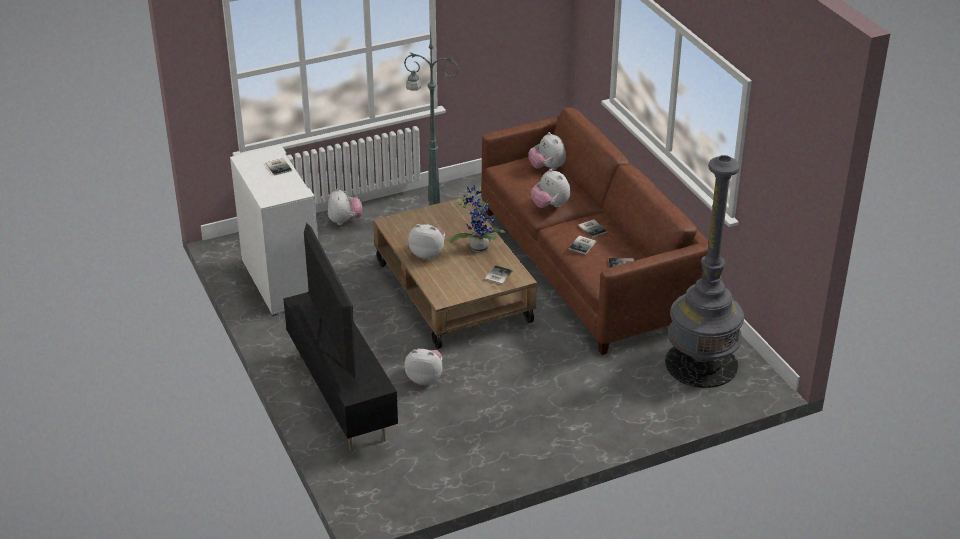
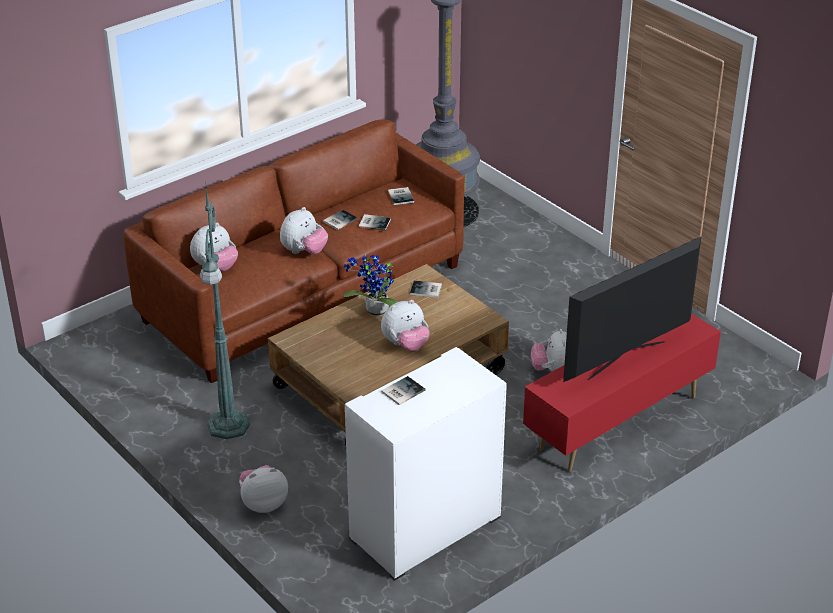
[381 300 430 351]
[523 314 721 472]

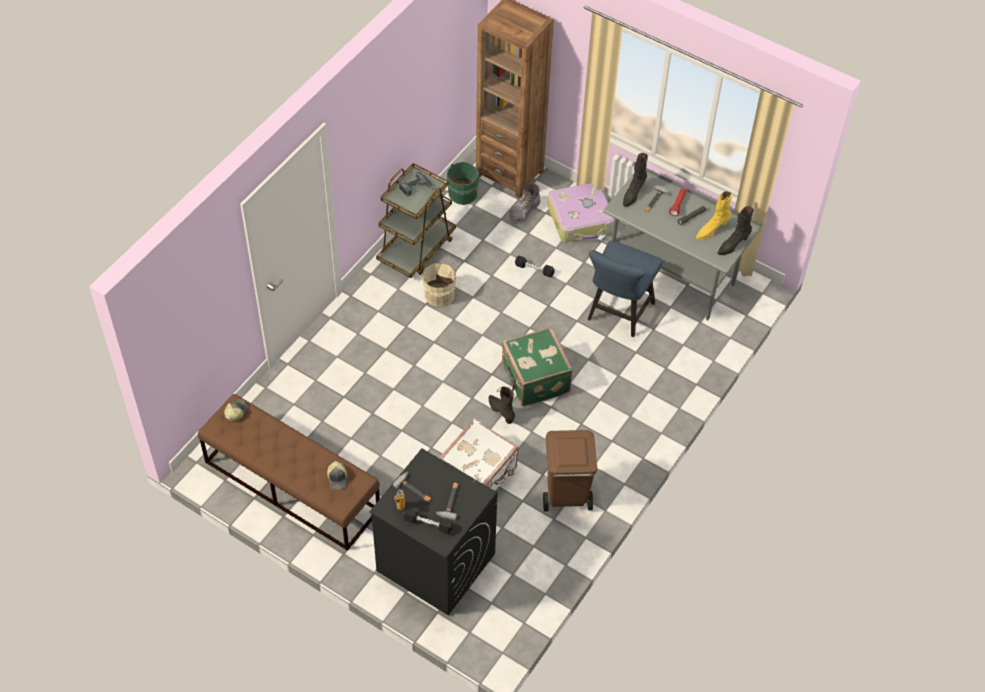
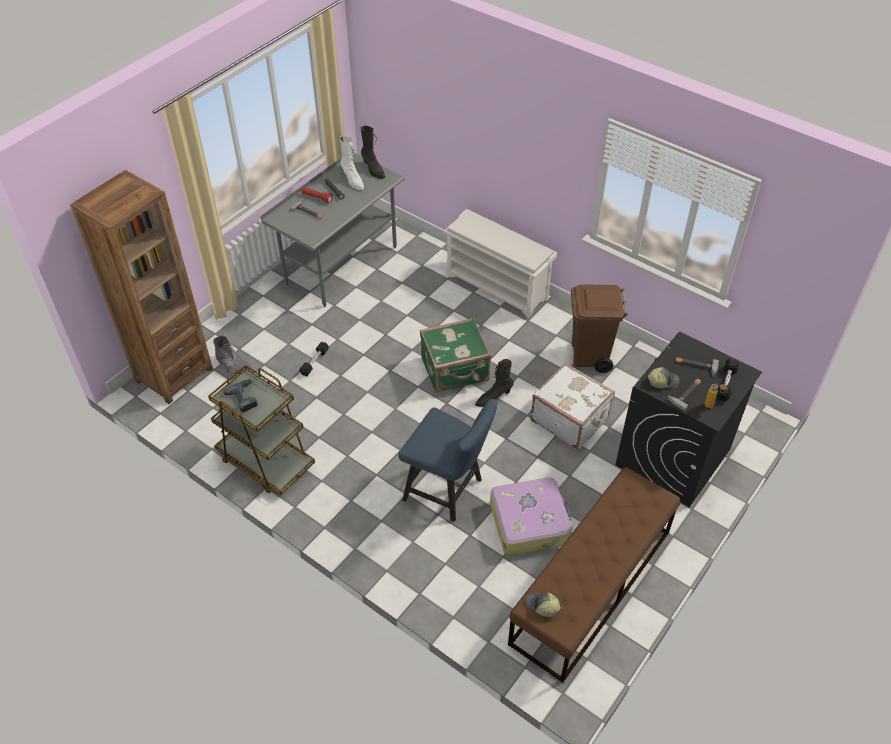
[623 153 648 207] (first image)
[447 162 482 205] (first image)
[490 477 573 556]
[340 136 364 190]
[398 399 498 522]
[420 263 457 307] (first image)
[648 367 680 388]
[444 209 557 318]

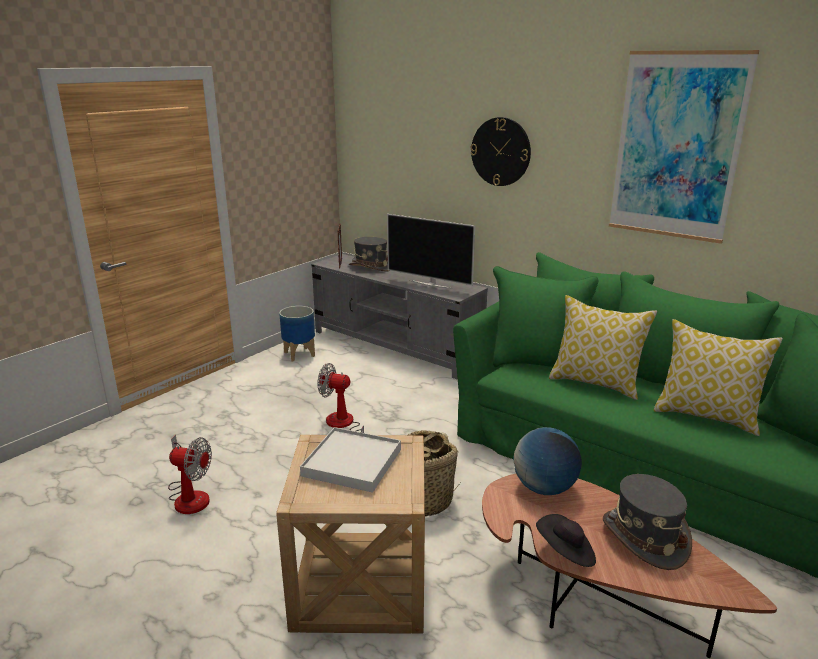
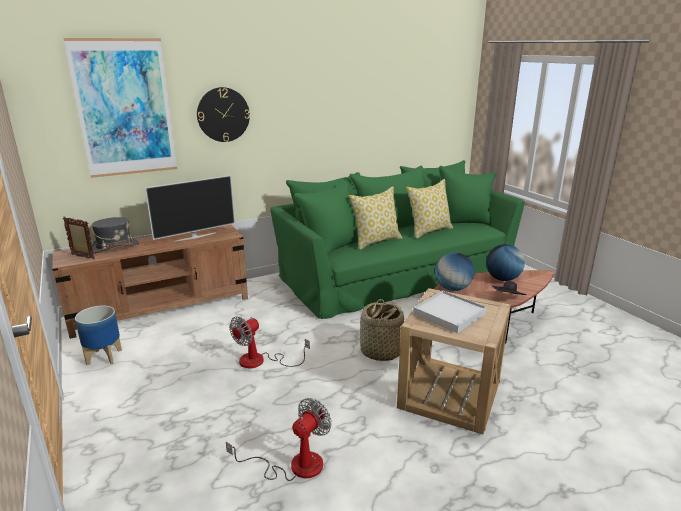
[63 38 177 178]
[52 224 248 339]
[486 244 525 281]

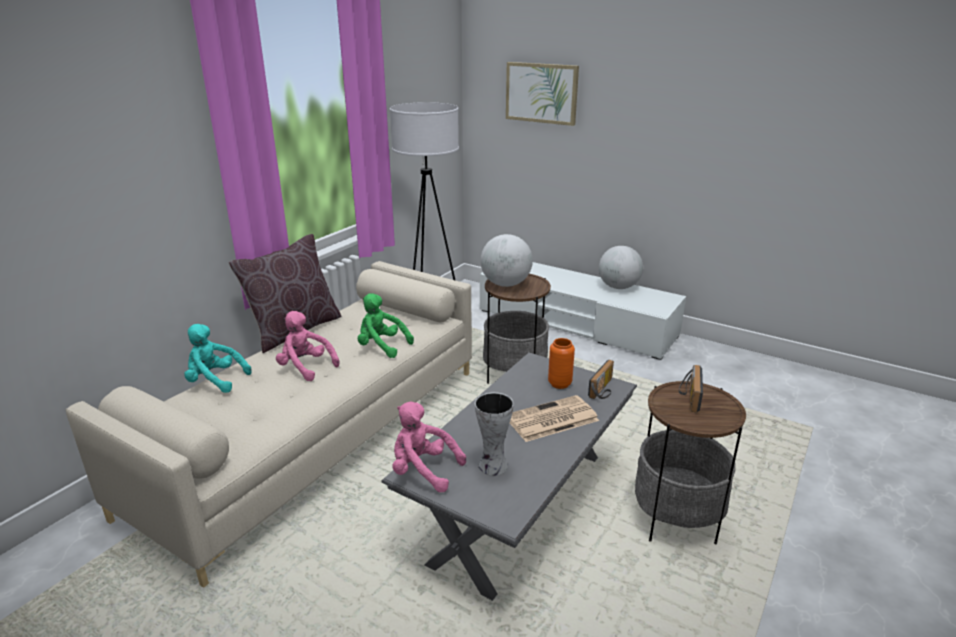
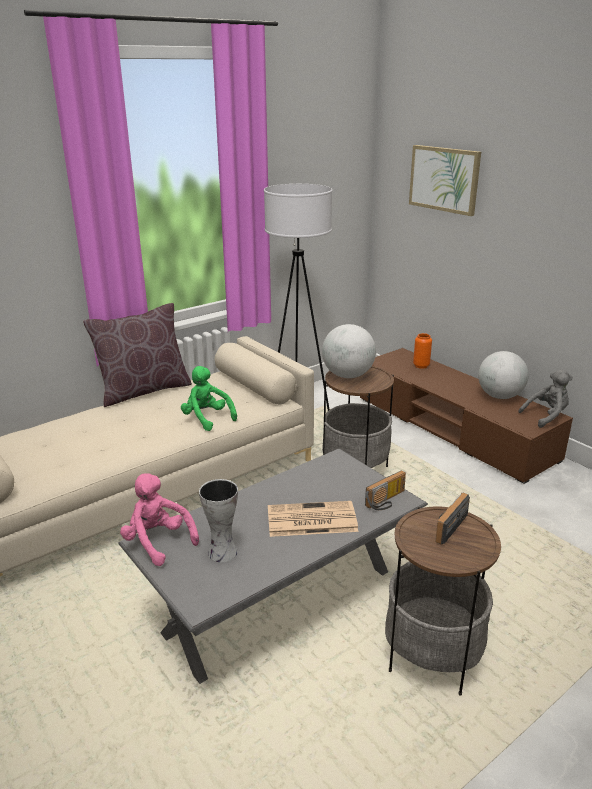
[360 348 573 484]
[276 311 340 381] (first image)
[184 324 252 393] (first image)
[413 333 432 369]
[518 369 573 428]

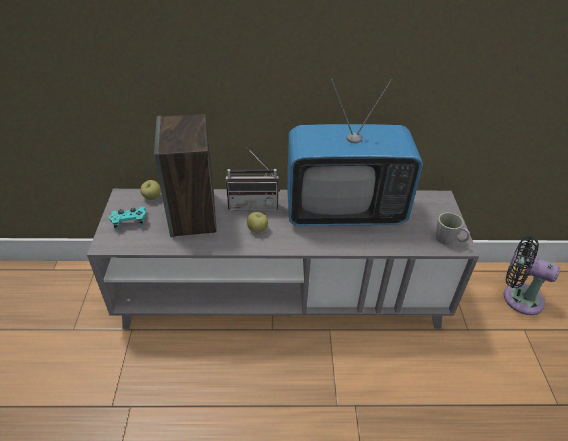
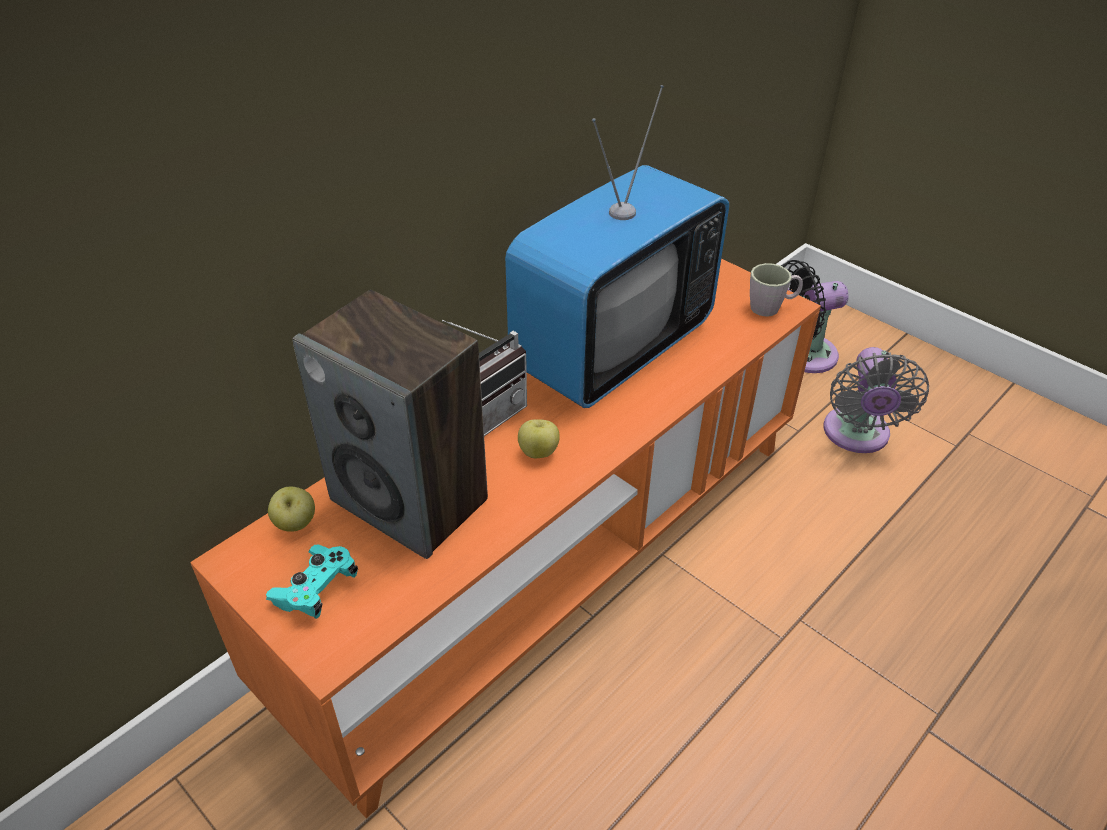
[190 259 821 818]
[823 347 929 453]

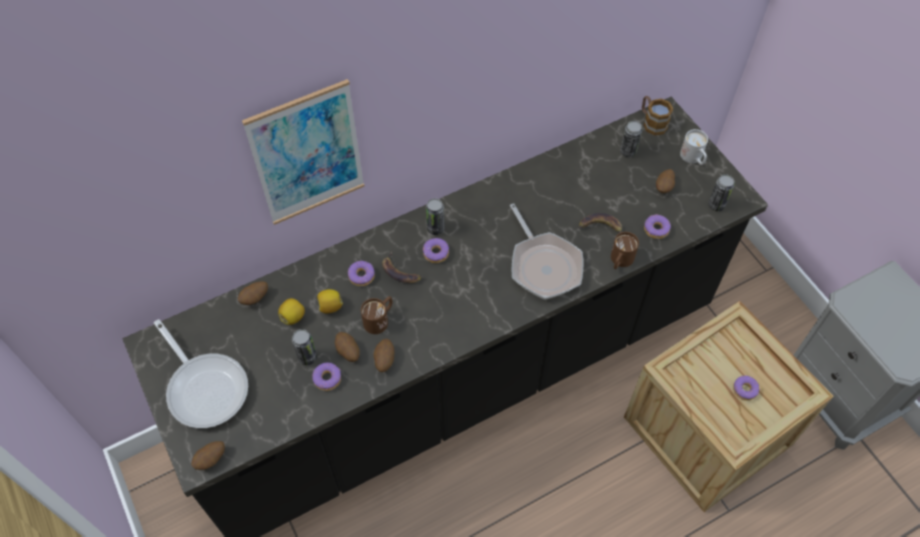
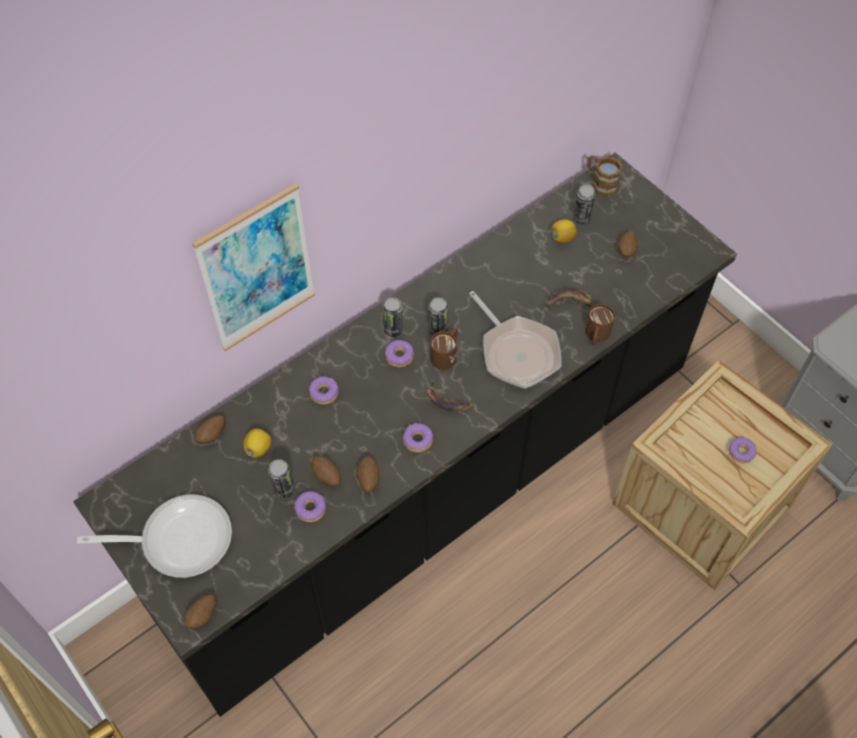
[680 129 708 165] (first image)
[428 297 448 335]
[403 423 433 452]
[426 380 474 411]
[552 219 577 243]
[430 328 458 370]
[77 495 232 578]

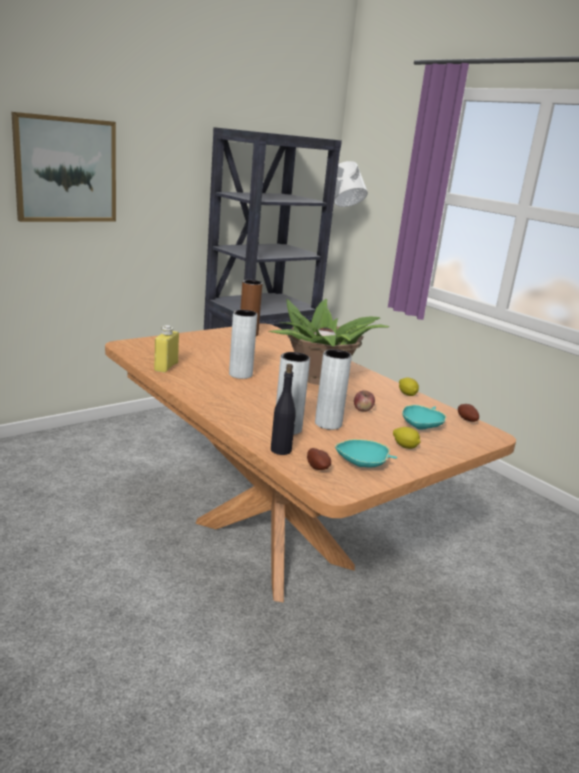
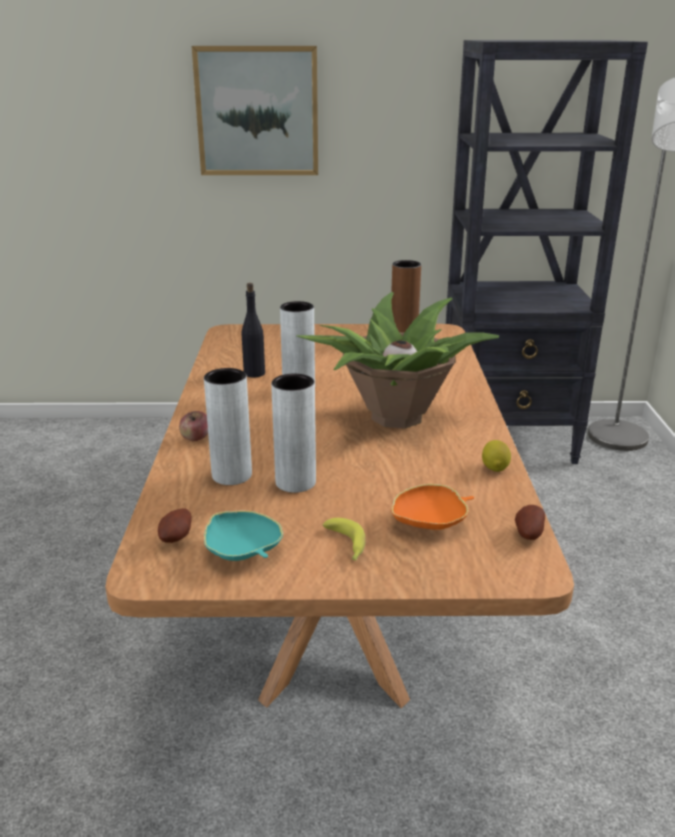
[154 325 179 373] (first image)
[242 283 265 378]
[179 411 208 441]
[391 484 474 530]
[323 518 366 561]

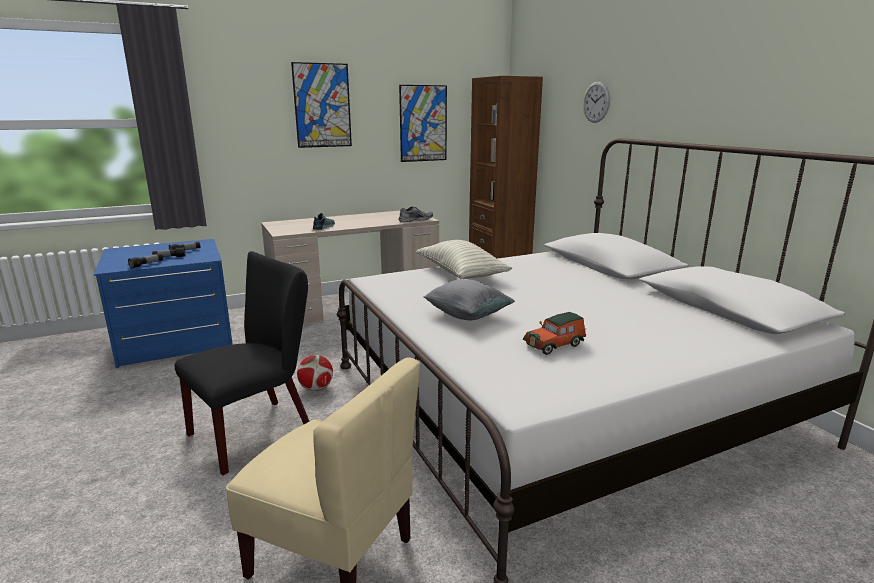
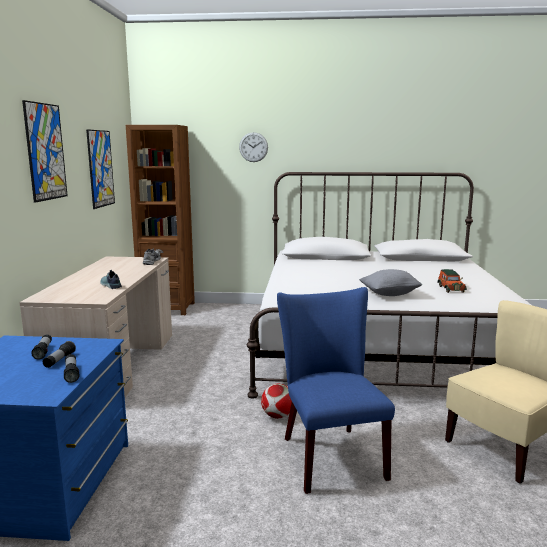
[416 240 512 279] (first image)
[277 287 395 494]

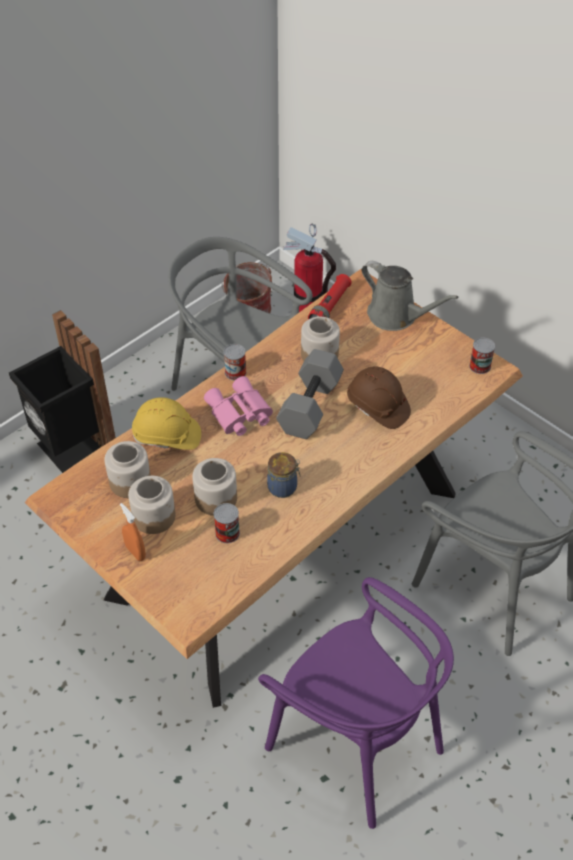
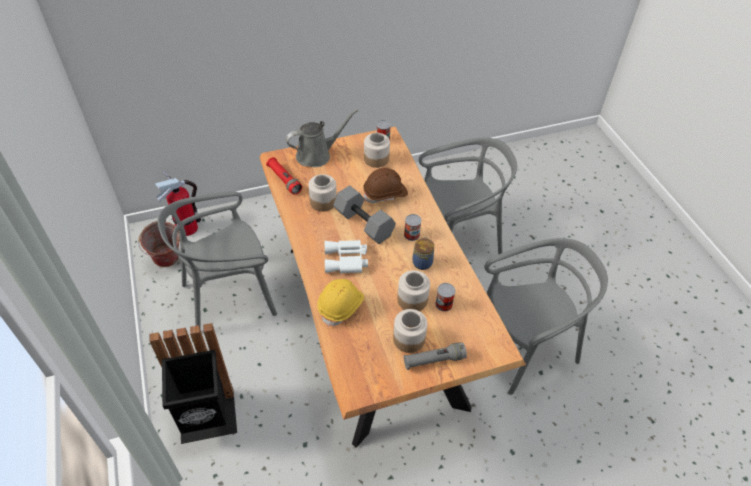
[404 214 422 241]
[325 240 368 274]
[364 133 390 168]
[404 342 467 370]
[485 238 608 395]

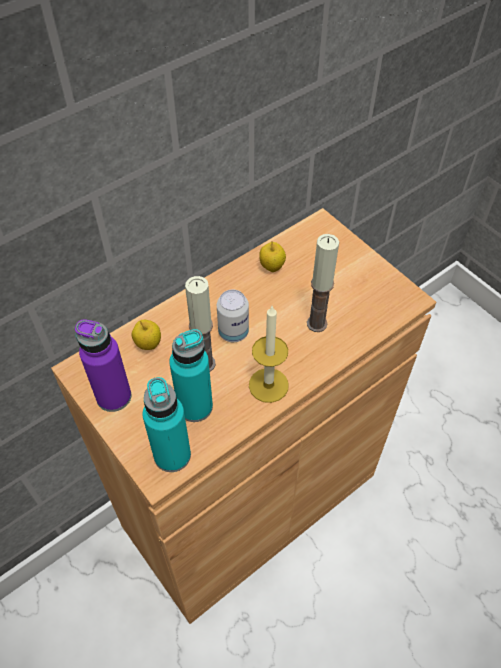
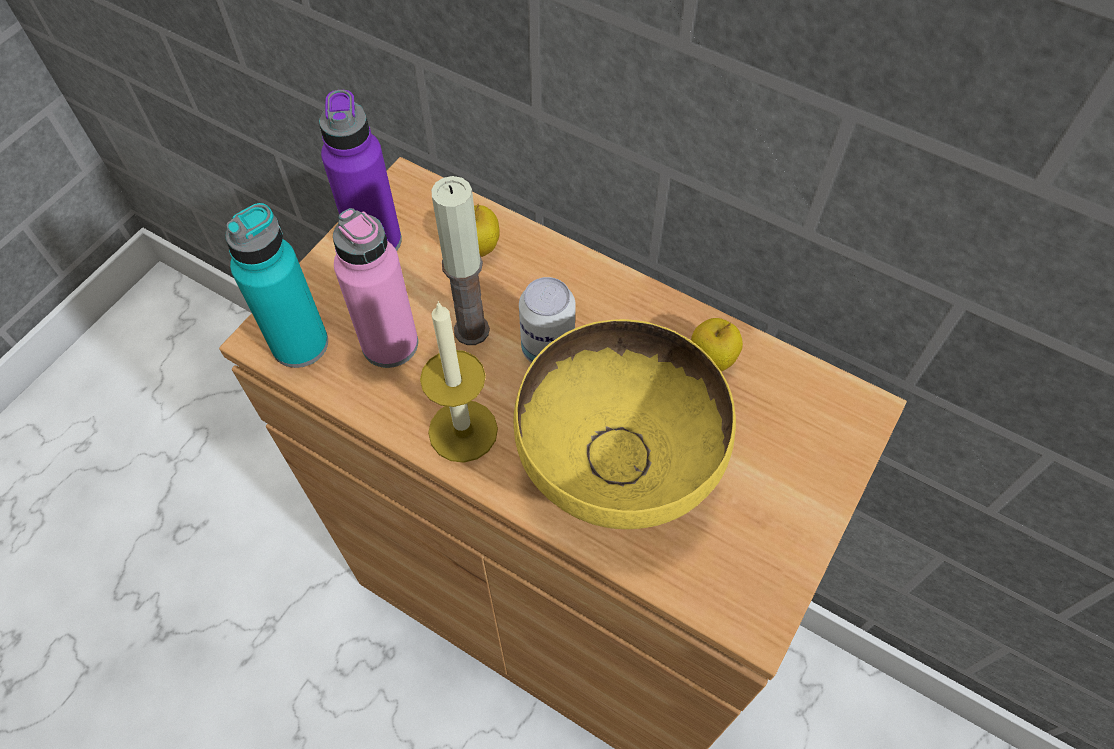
[514 319 736 529]
[333 208 418 368]

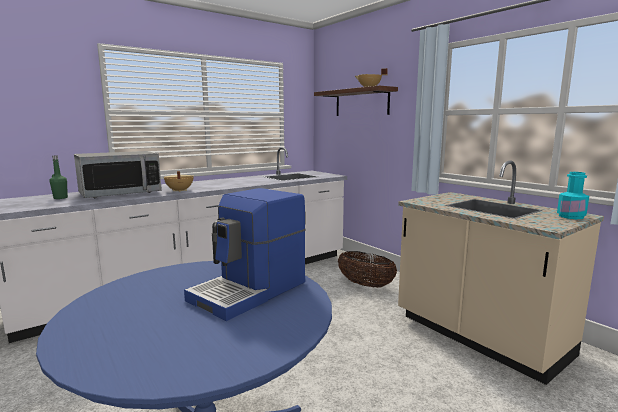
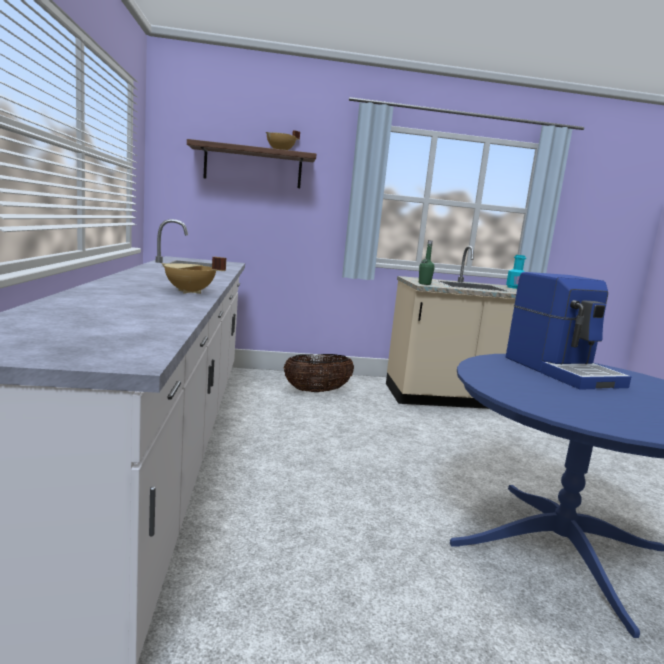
[74 151 162 198] (first image)
[419 240 435 285]

